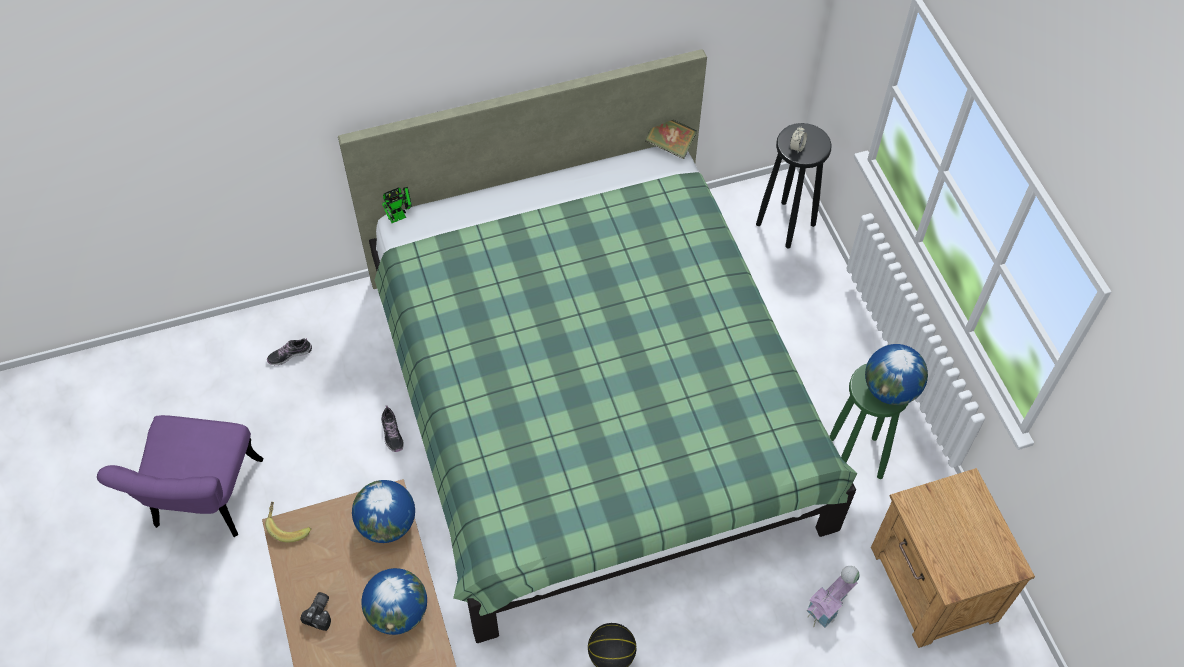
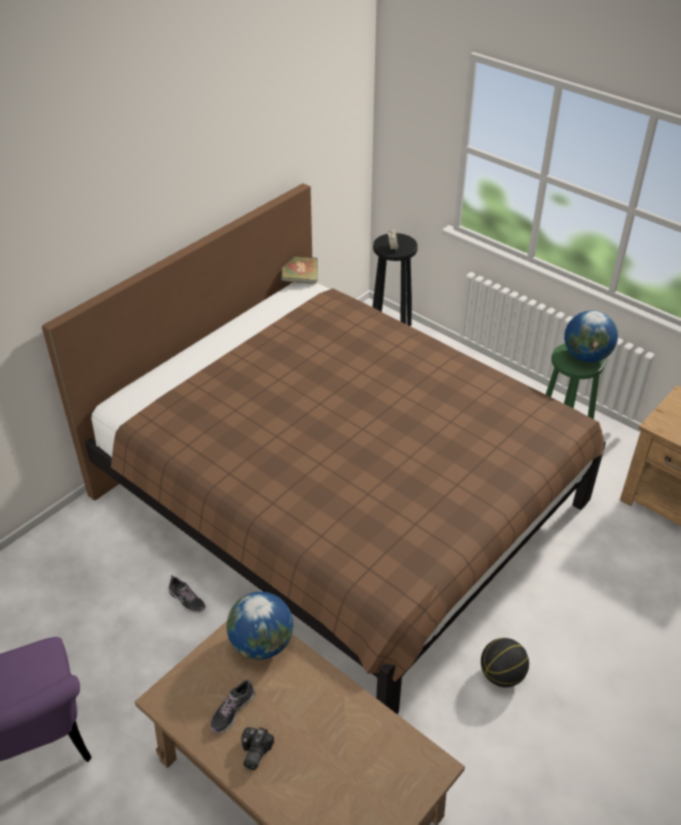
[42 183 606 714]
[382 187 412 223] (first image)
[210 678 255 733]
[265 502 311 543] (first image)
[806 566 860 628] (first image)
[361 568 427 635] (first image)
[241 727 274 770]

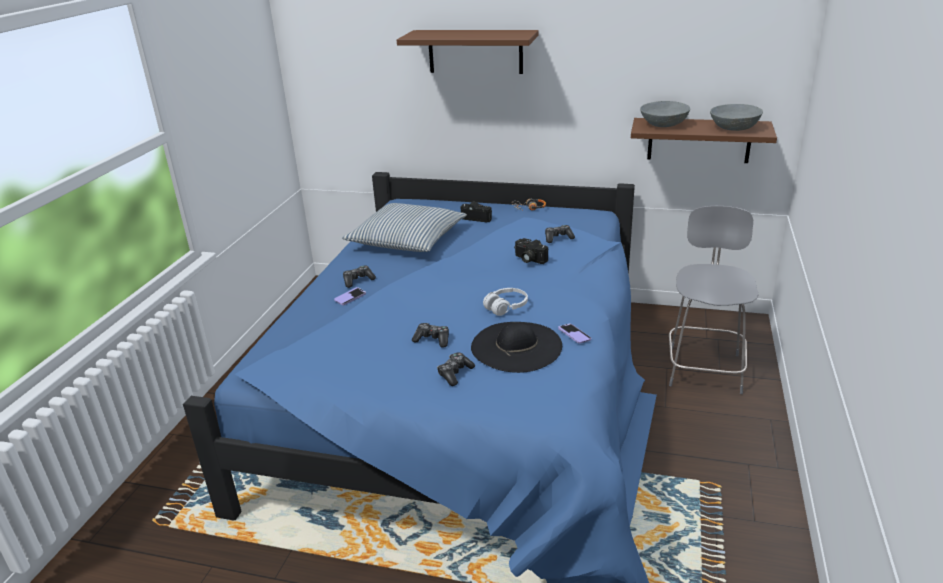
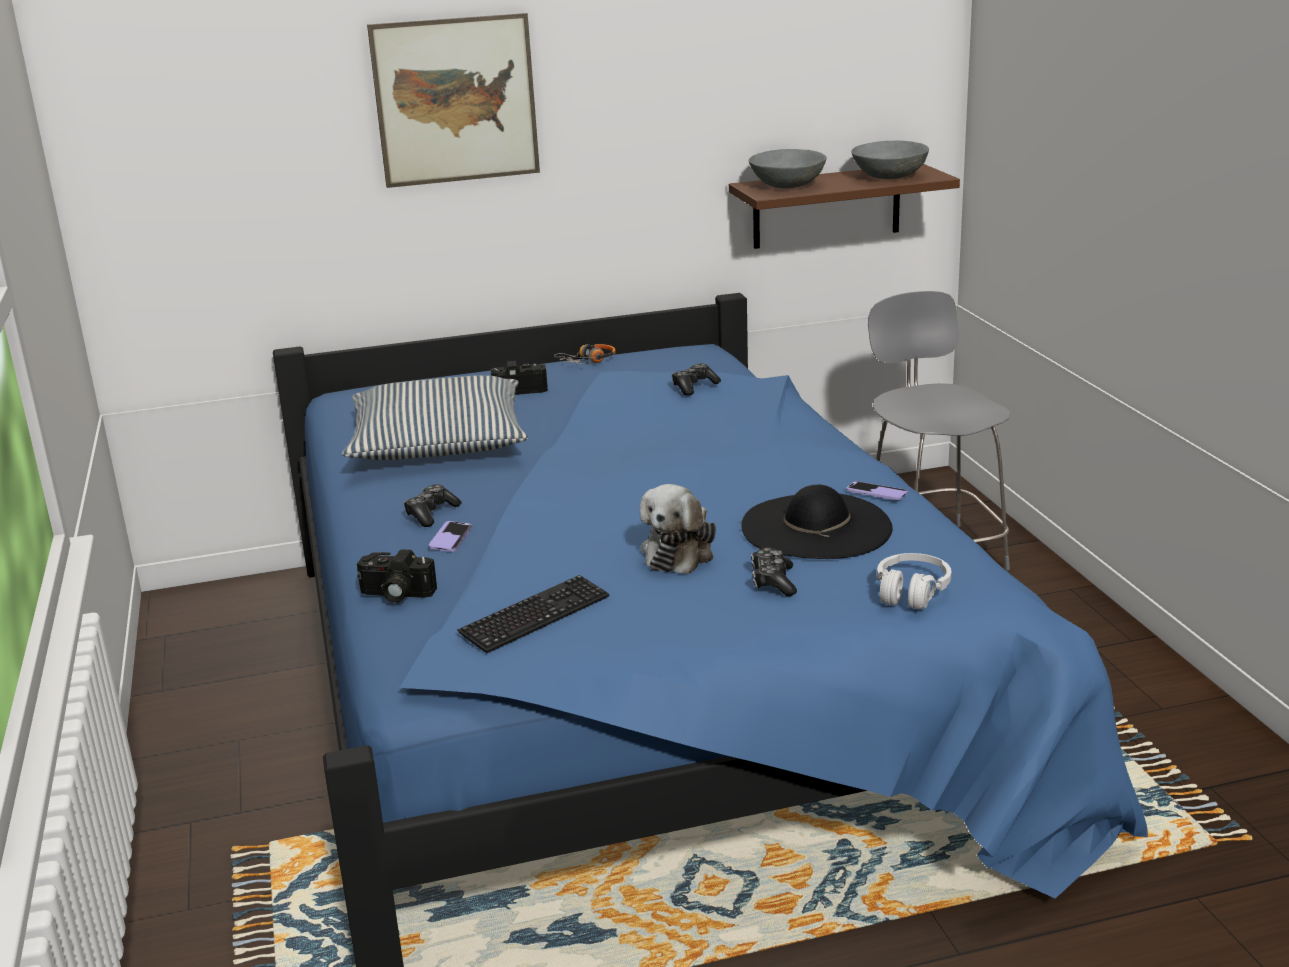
[367 13 540 188]
[357 549 437 602]
[877 553 951 610]
[640 484 716 574]
[457 575 609 654]

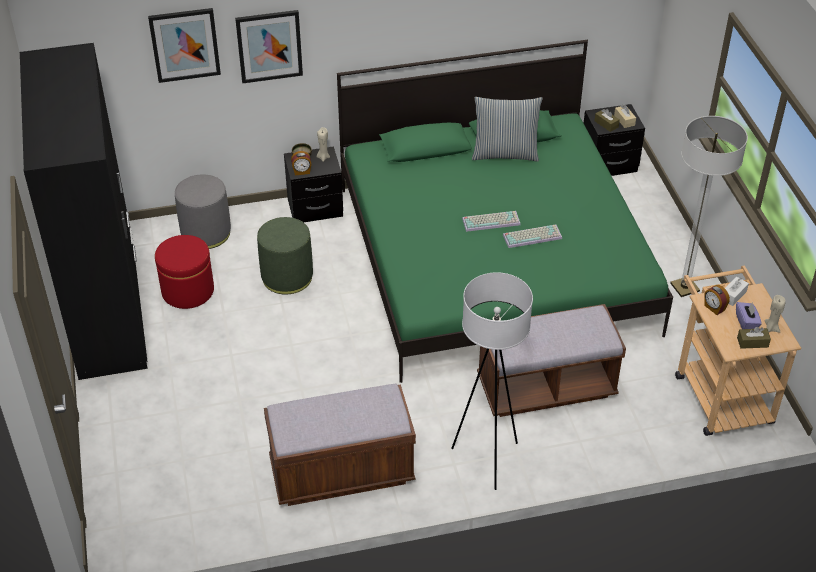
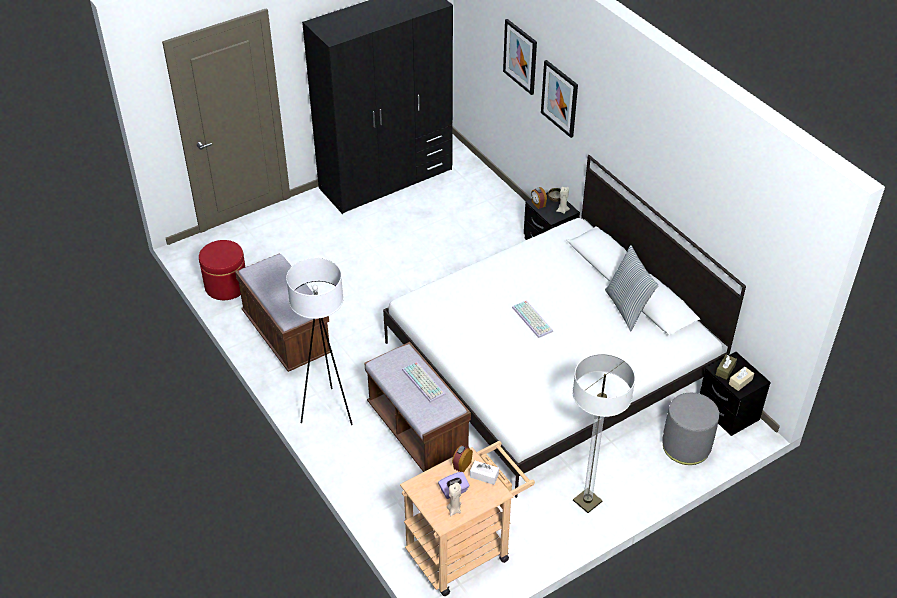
[383 155 746 498]
[662 393 719 465]
[257 217 313 295] (first image)
[402 362 446 403]
[199 240 245 300]
[737 327 771 349] (first image)

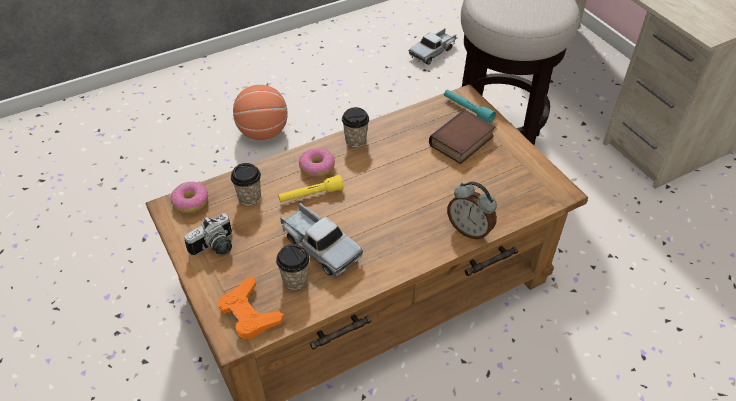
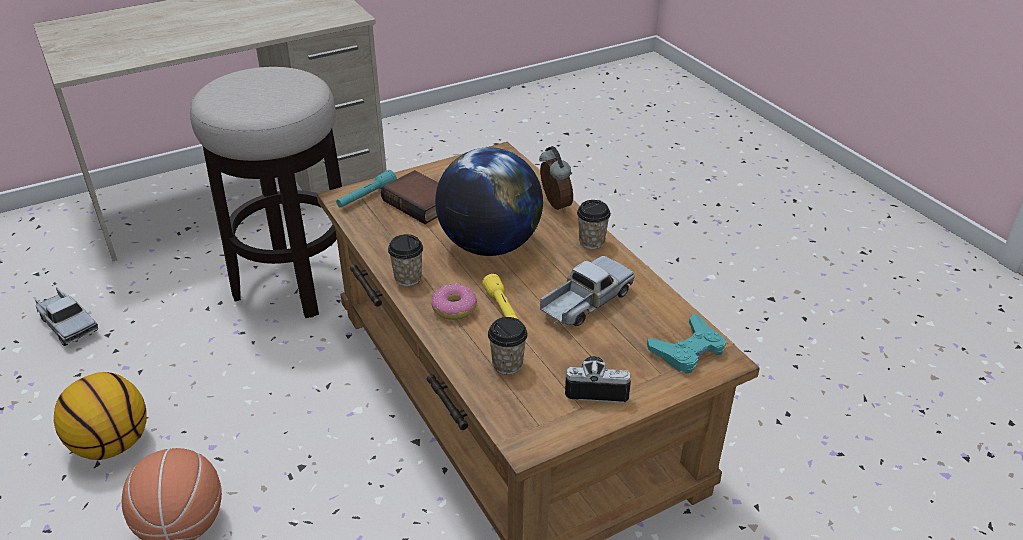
[170 181 208 213] (first image)
[539 146 573 213]
[565 356 631 403]
[577 200 611 249]
[647 313 726 373]
[435 147 543 256]
[54 372 147 460]

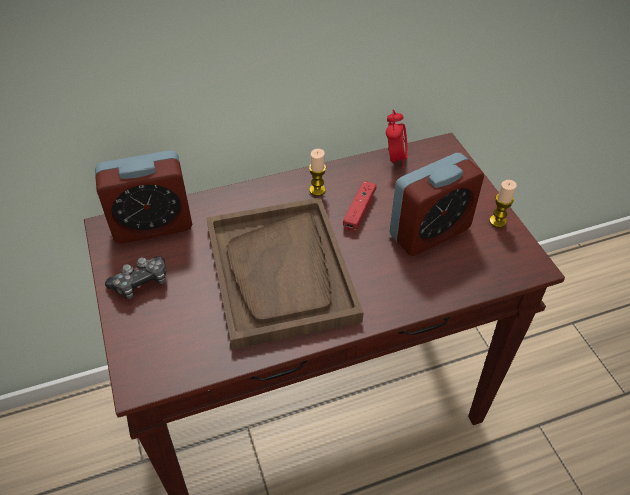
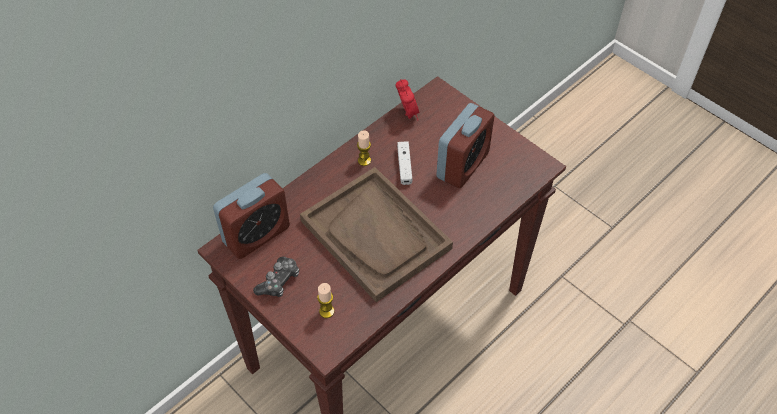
[317 283 334 318]
[397 141 412 185]

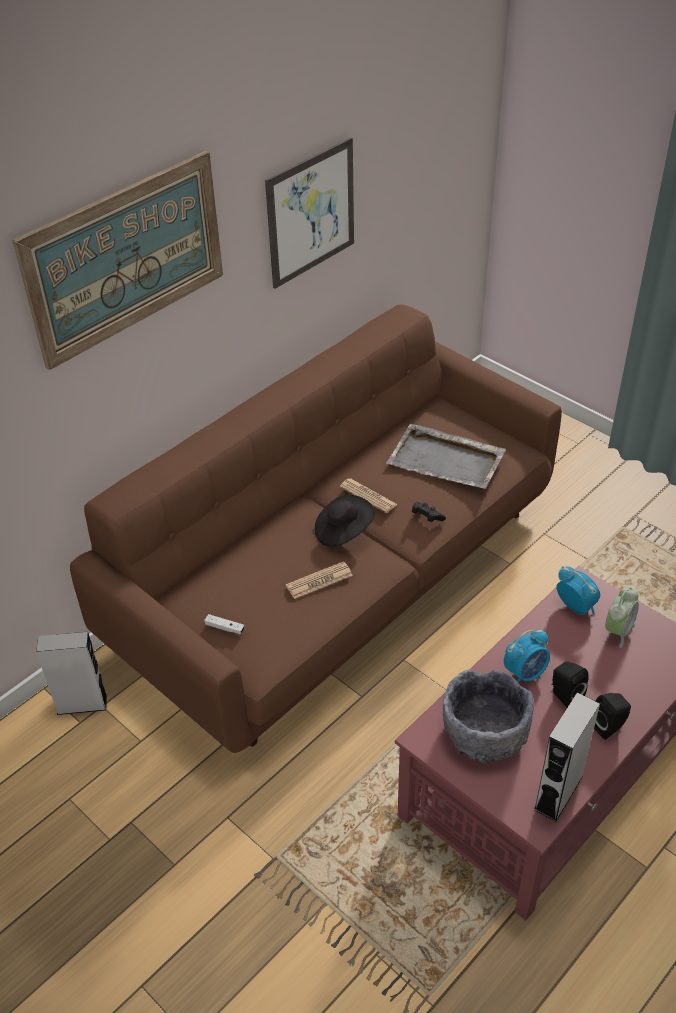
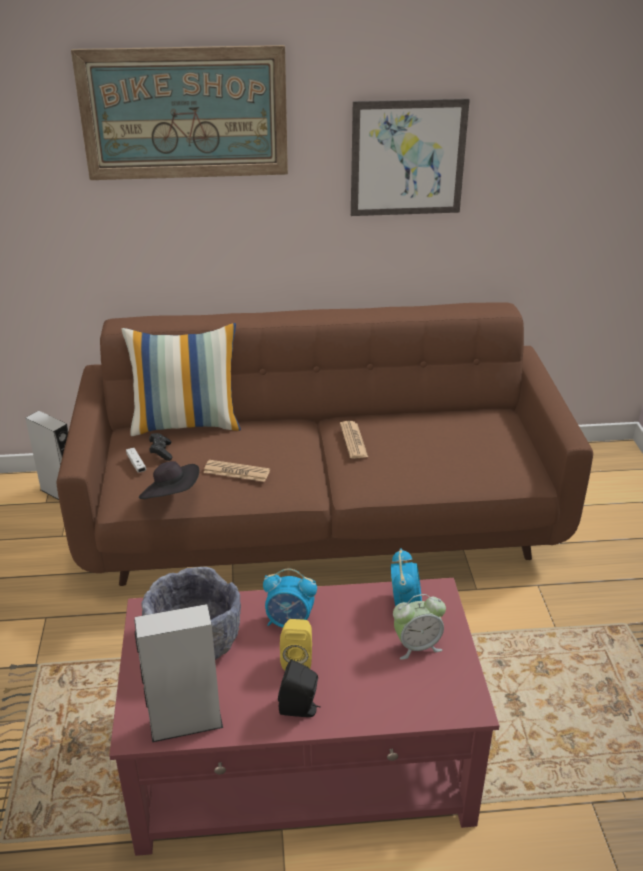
[386 424 506 489] (first image)
[139 461 199 499]
[149 433 172 461]
[280 619 312 670]
[122 323 241 436]

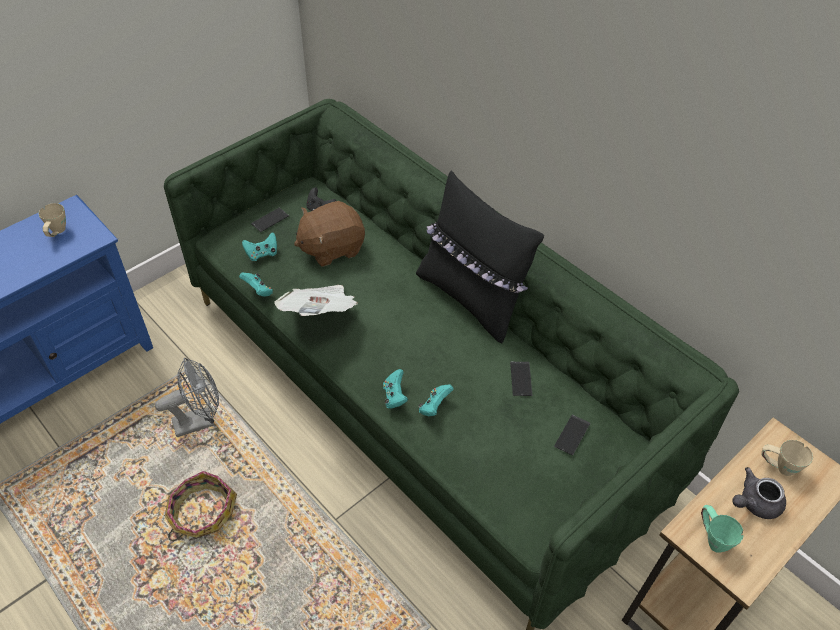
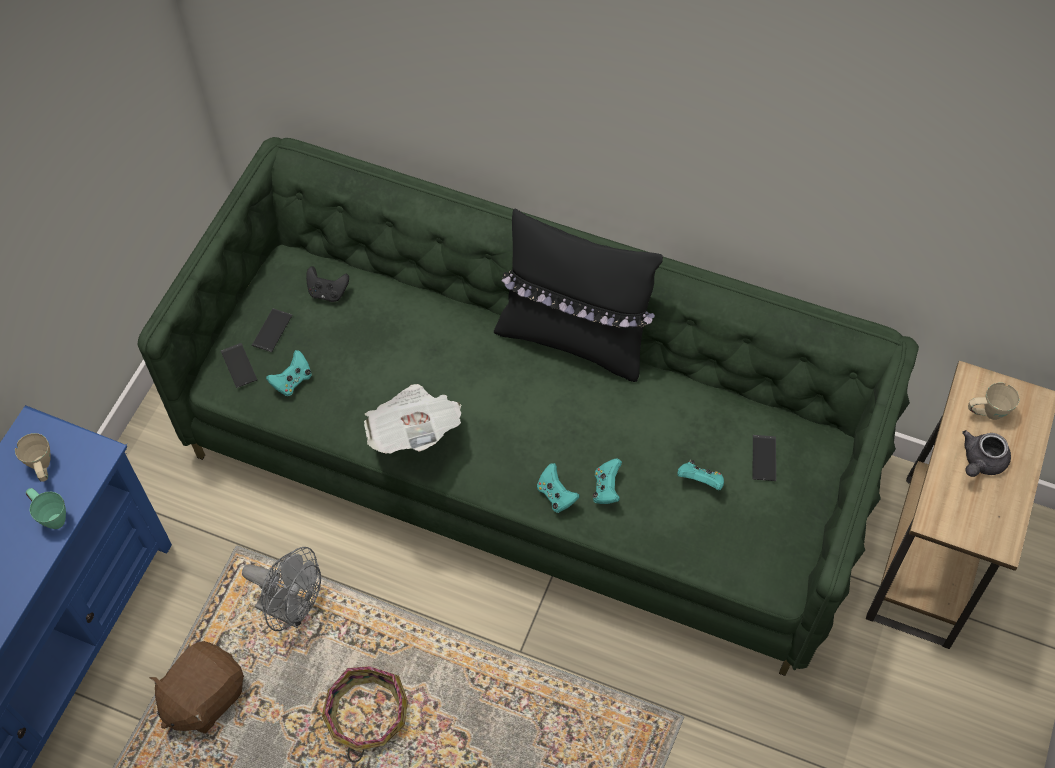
[149 641 244 734]
[677 460 724 490]
[242 547 321 631]
[221 343 257 388]
[26 488 66 529]

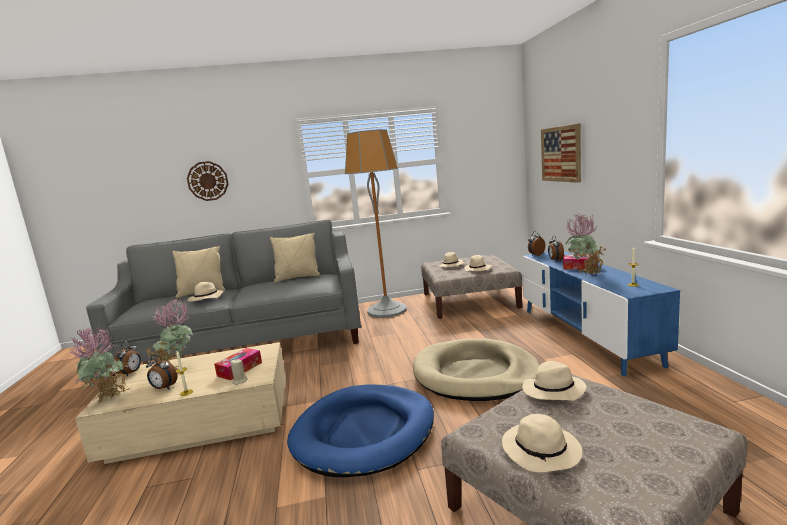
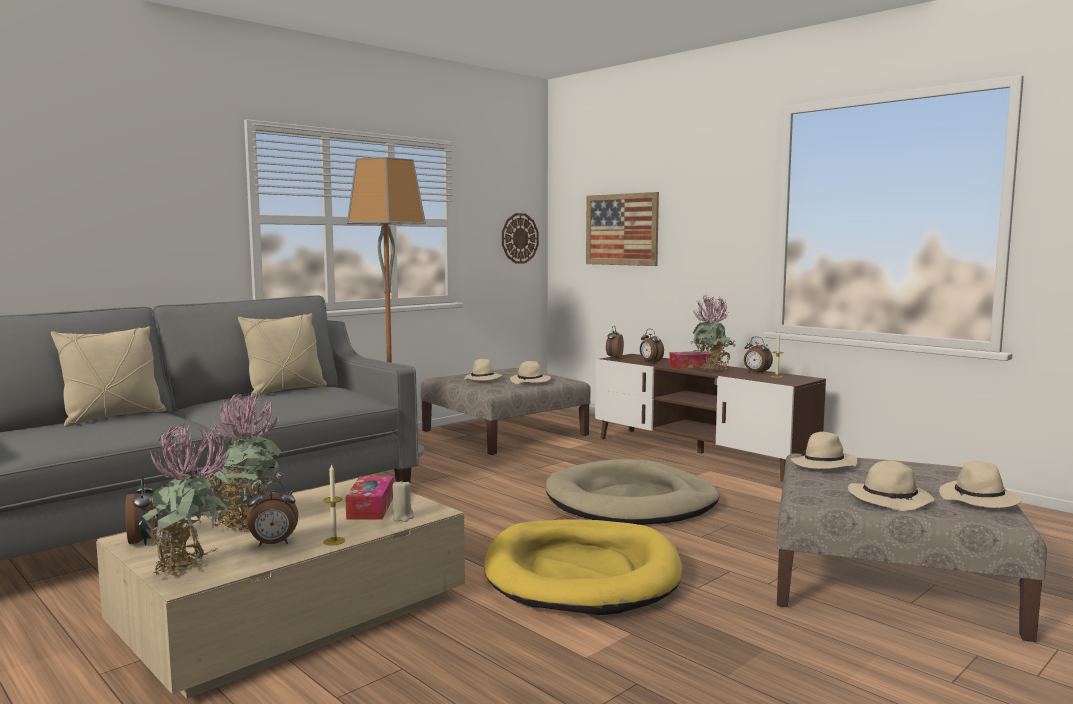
[502 213 539 264]
[595 354 826 482]
[939 461 1023 508]
[484 519 682 615]
[744 337 773 374]

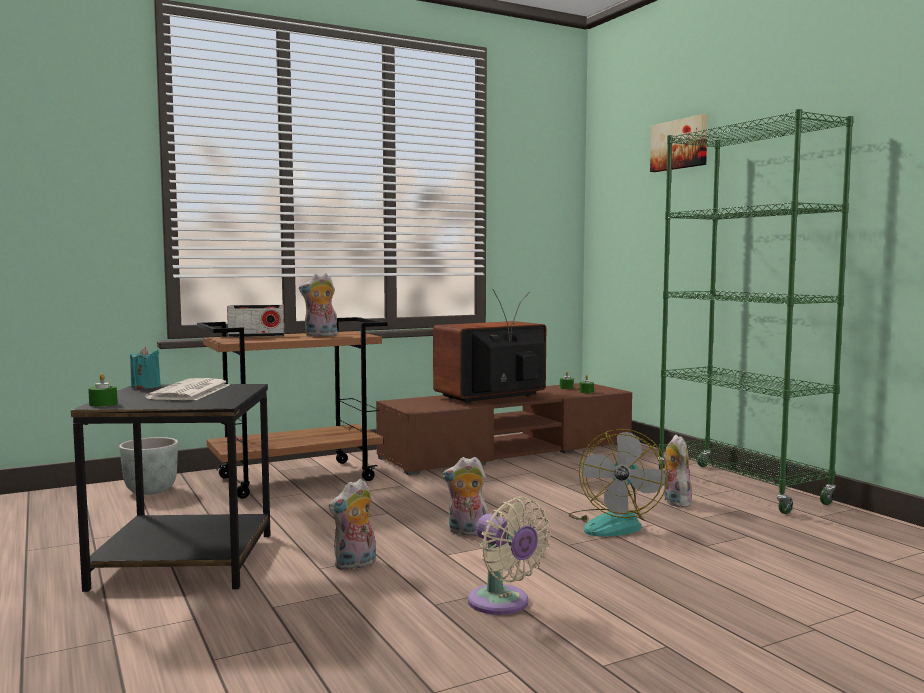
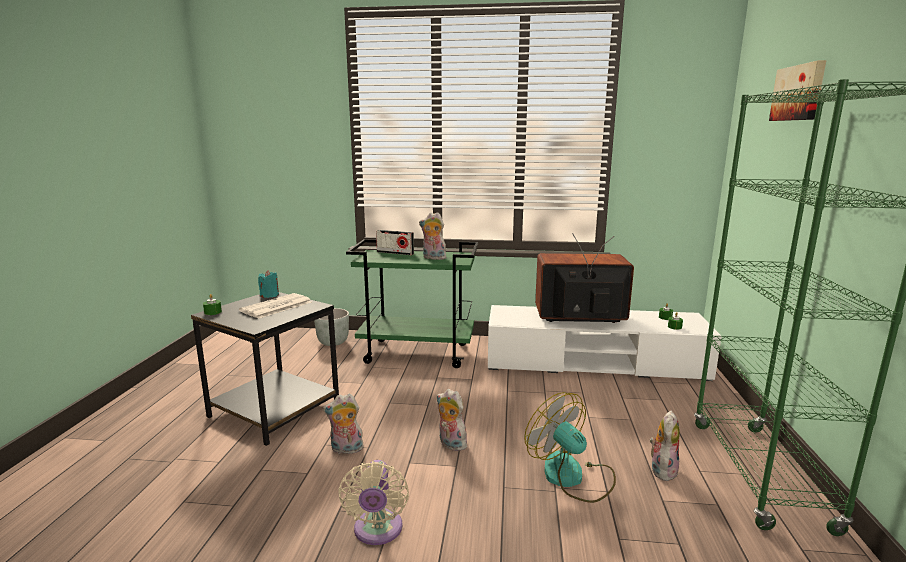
[346 239 478 368]
[488 305 721 381]
[524 392 616 503]

